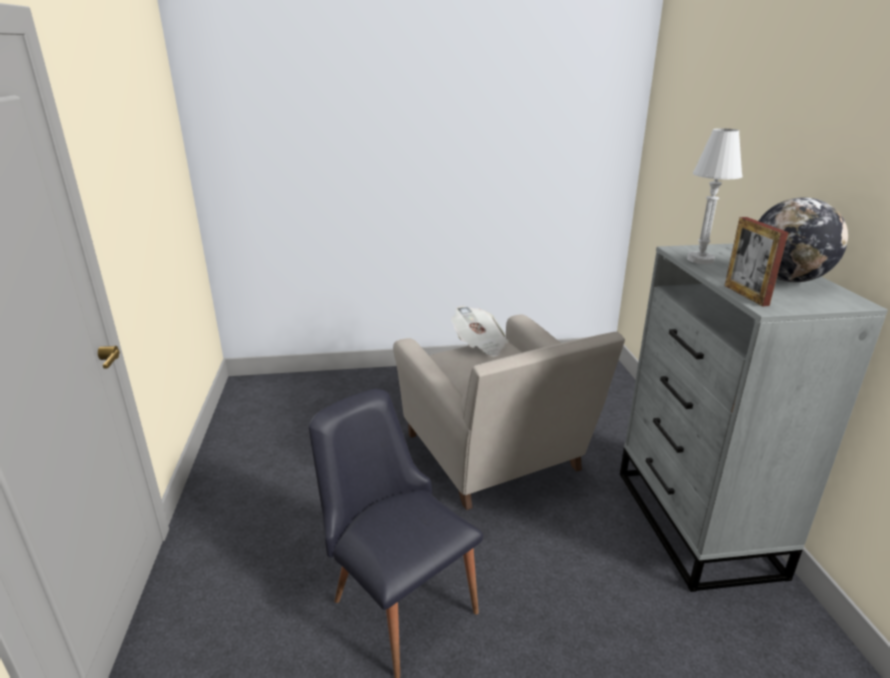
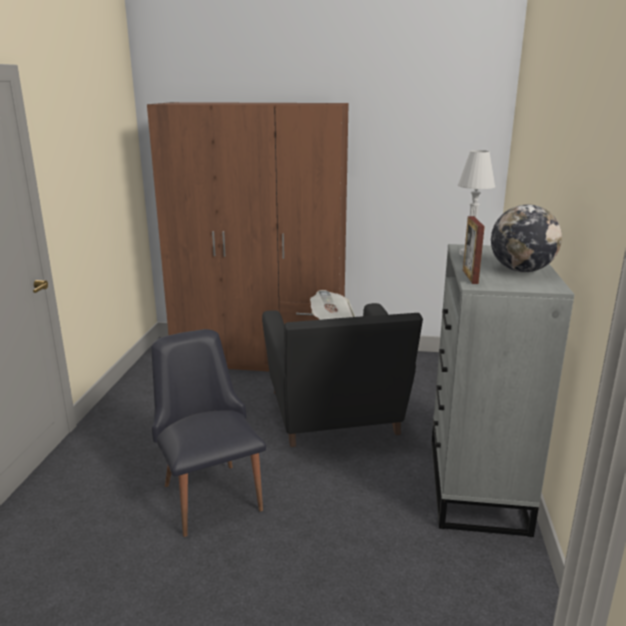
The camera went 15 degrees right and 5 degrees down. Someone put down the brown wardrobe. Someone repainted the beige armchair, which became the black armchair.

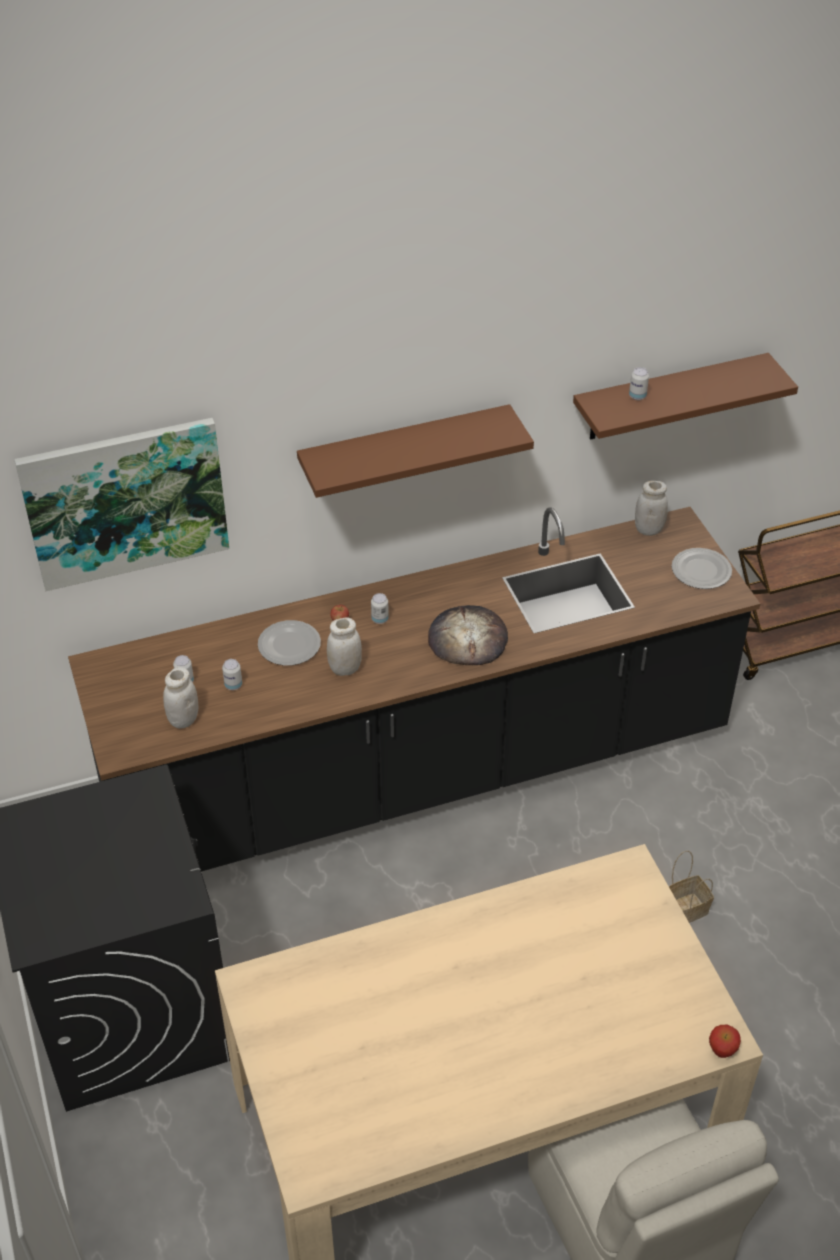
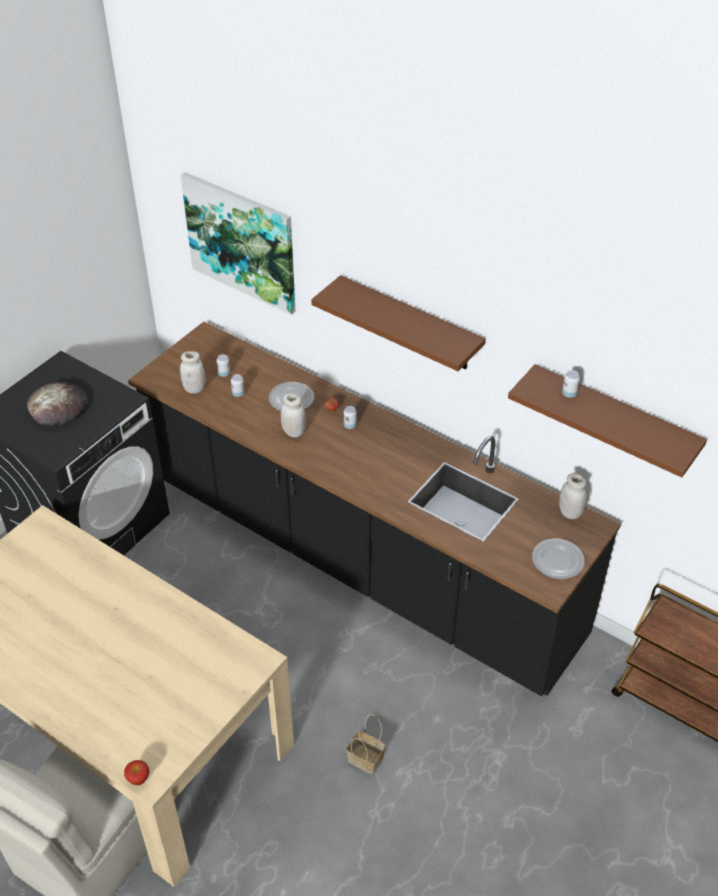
The camera went 55 degrees right and 0 degrees up. Someone carried the bread.

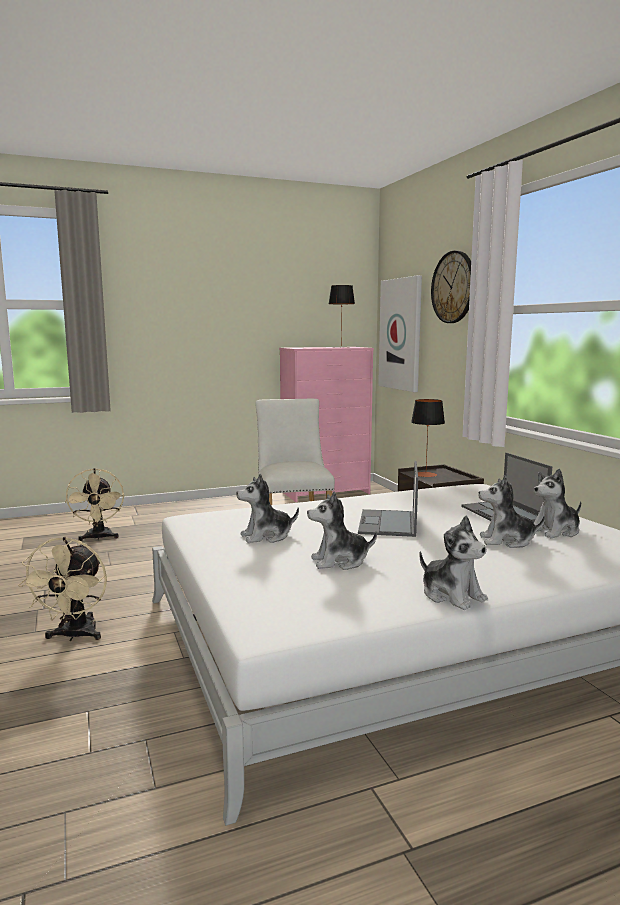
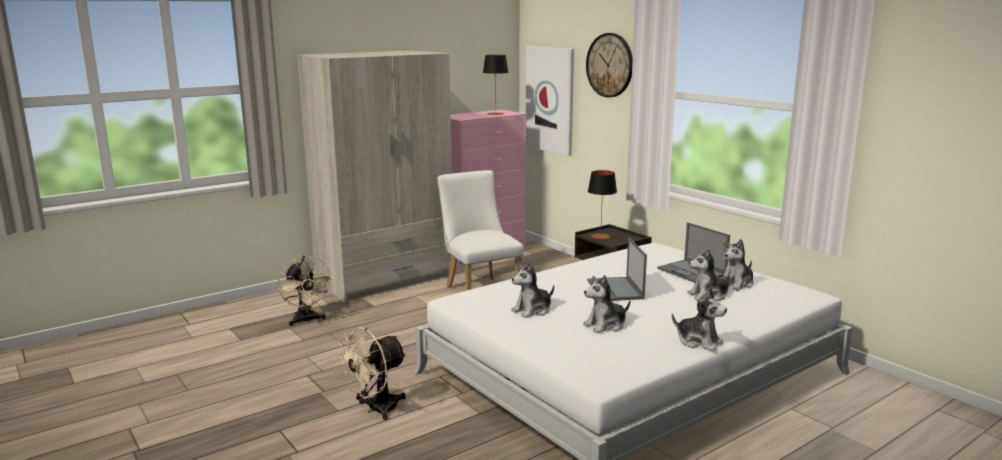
The camera went 15 degrees left and 5 degrees up. Someone put down the beige wardrobe. Someone rotated the beige fan (1st from left in the first image) by 60 degrees clockwise.

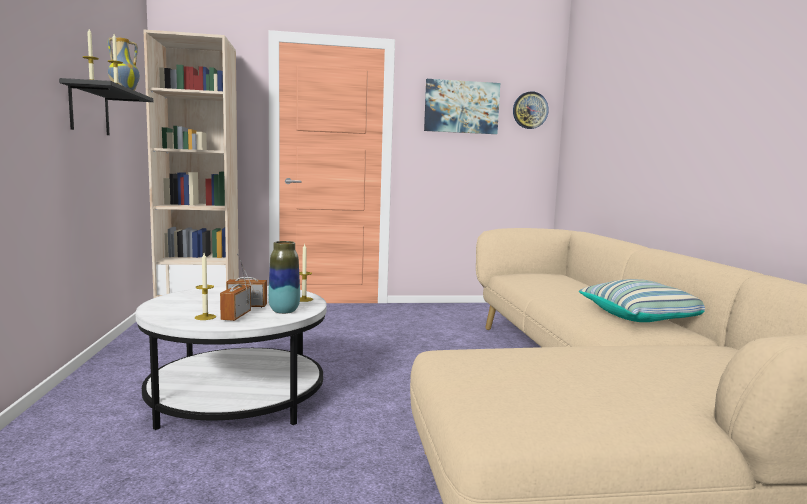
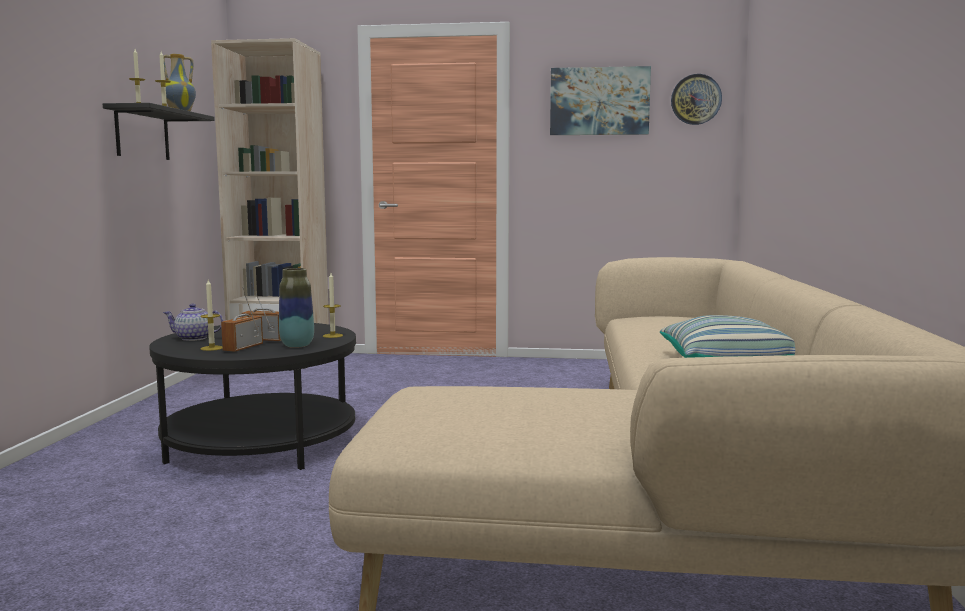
The camera went 15 degrees right and 0 degrees up. Someone put down the teapot. Someone repainted the white coffee table, which became the black coffee table.

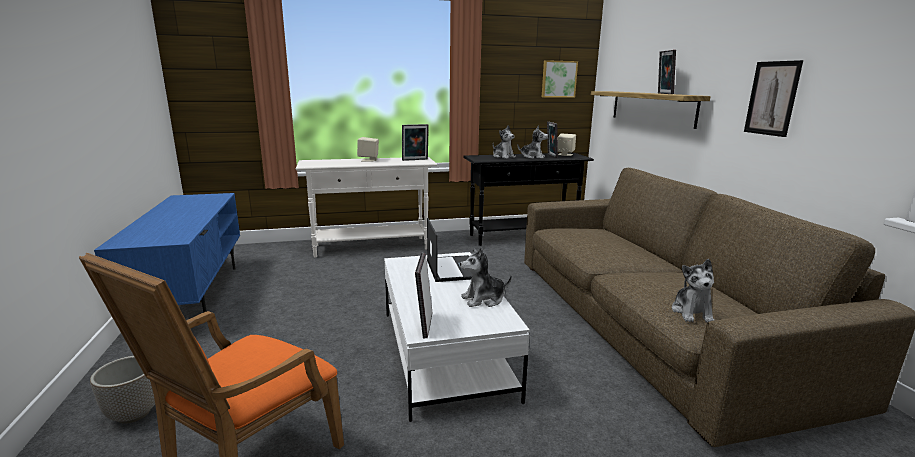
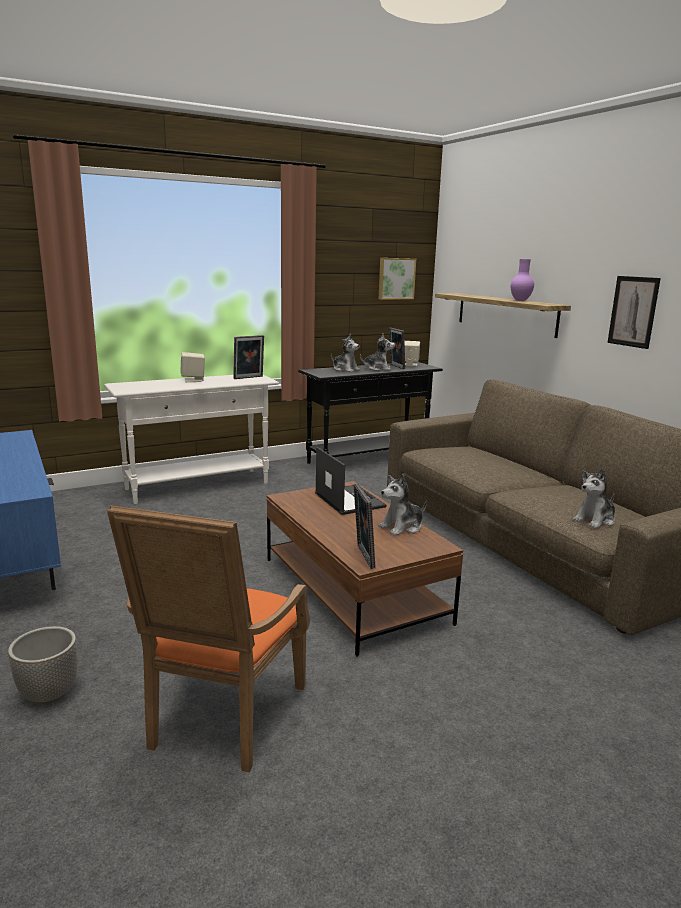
The camera went 15 degrees left and 0 degrees up. Someone swapped the picture frame (4th from left) for the purple vase. Someone repainted the white coffee table, which became the brown coffee table. Someone rotated the plush toy (4th from left) by 60 degrees clockwise.

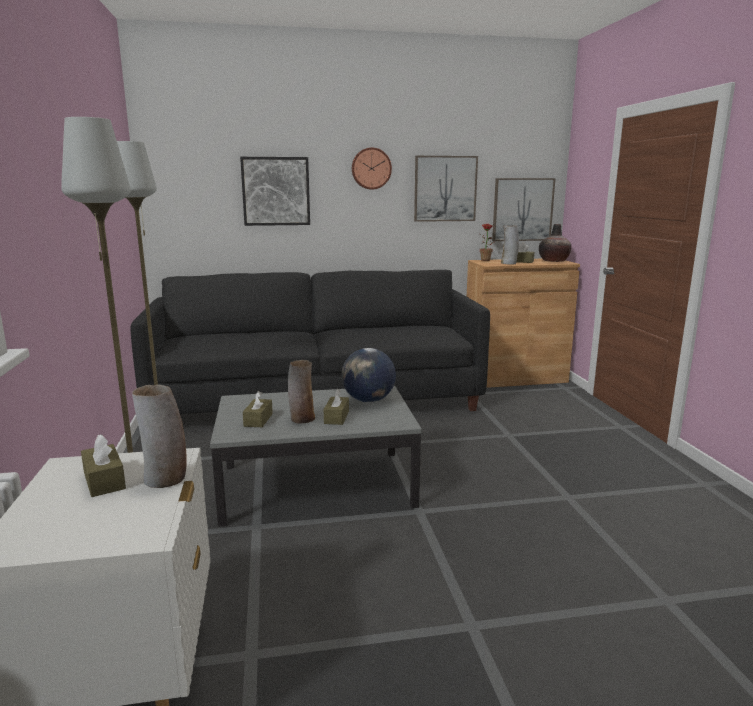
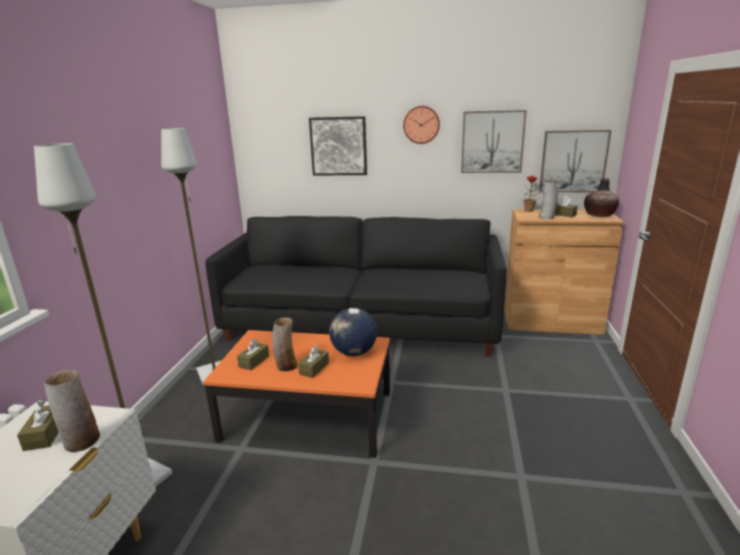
The camera went 20 degrees right and 5 degrees up. Someone repainted the grey coffee table, which became the orange coffee table.

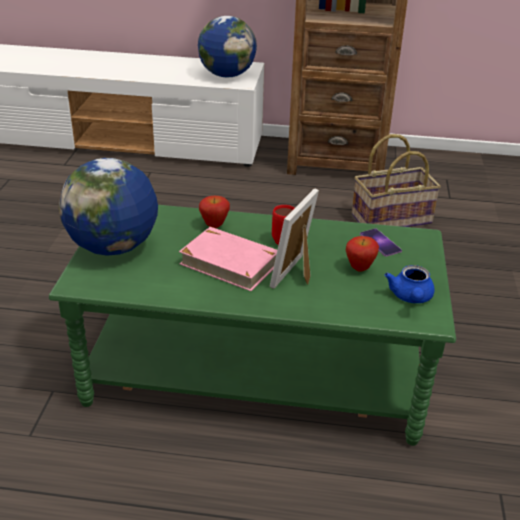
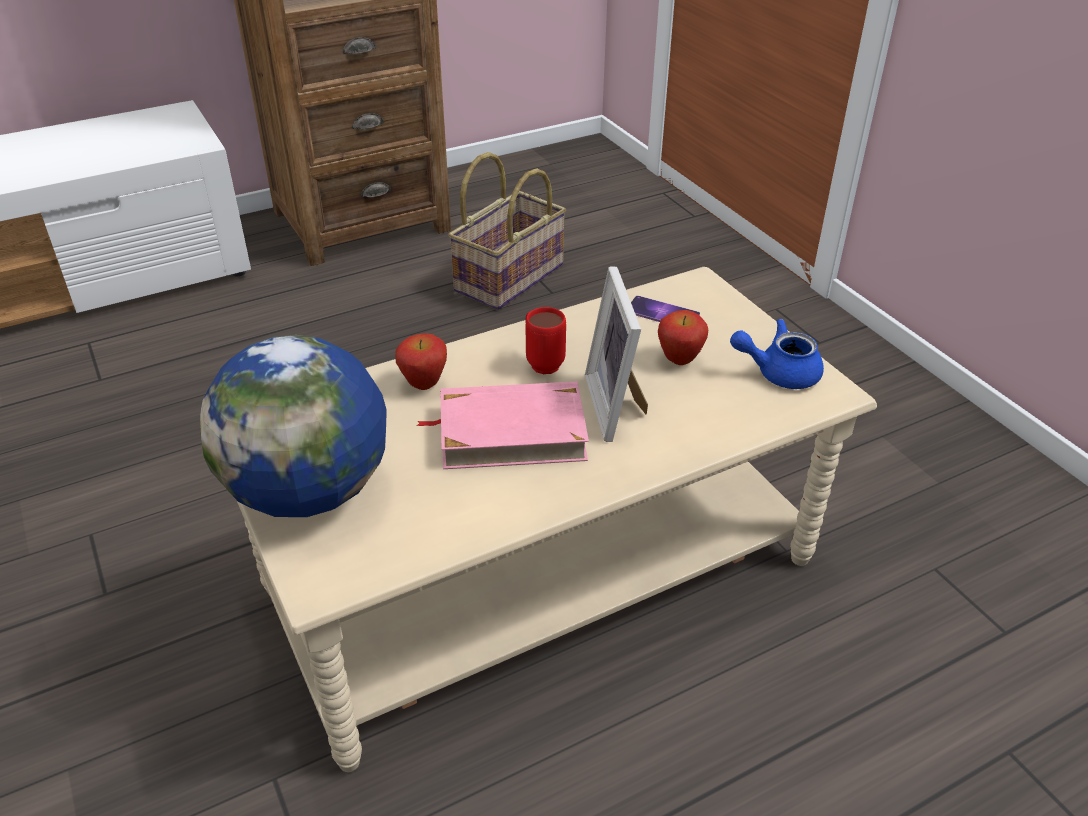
The camera went 35 degrees left and 5 degrees up. Someone took away the globe (2nd from left). Someone repainted the green coffee table, which became the beige coffee table. Someone rotated the blue teapot by 120 degrees clockwise.

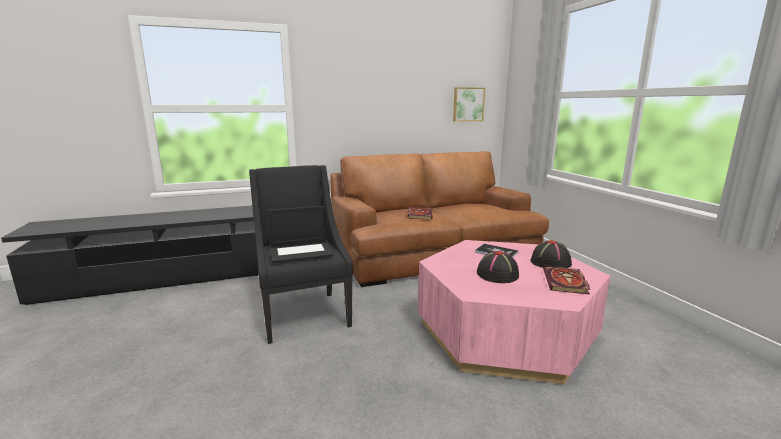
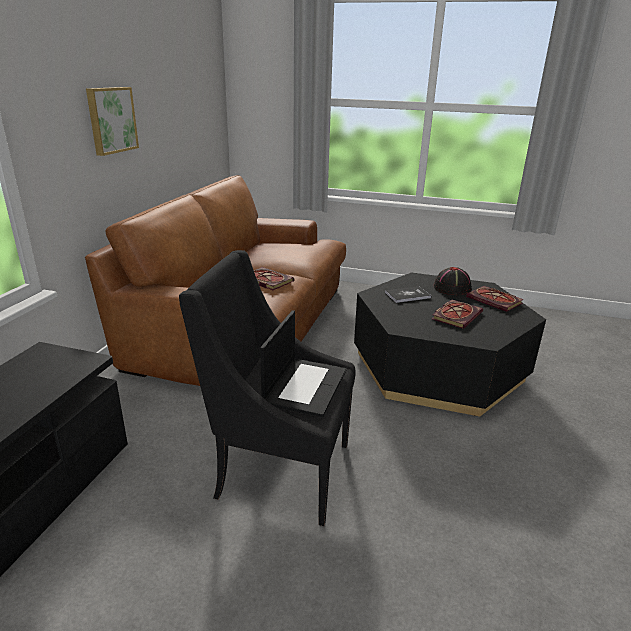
The camera went 55 degrees left and 10 degrees up. Someone carried the picture. Someone swapped the black hat (1st from left) for the book (3rd from left). Someone repainted the pink coffee table, which became the black coffee table.

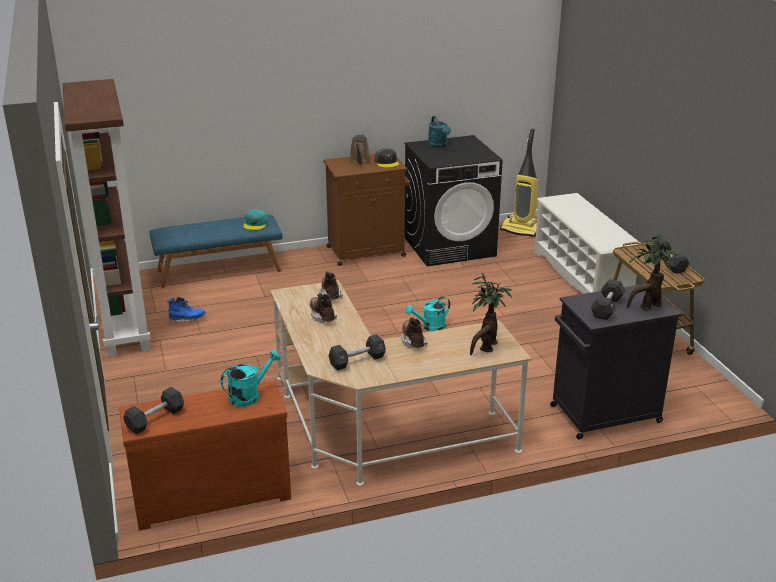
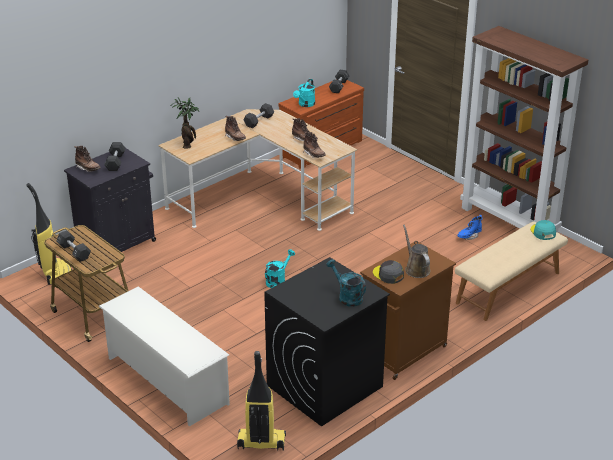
The camera went 155 degrees right and 5 degrees up. Someone put down the vacuum cleaner (1st from left). Someone carried the turquoise cap. Someone swapped the potted plant (2nd from left) for the brown boot (1st from left). Someone repainted the blue bench, which became the beige bench.

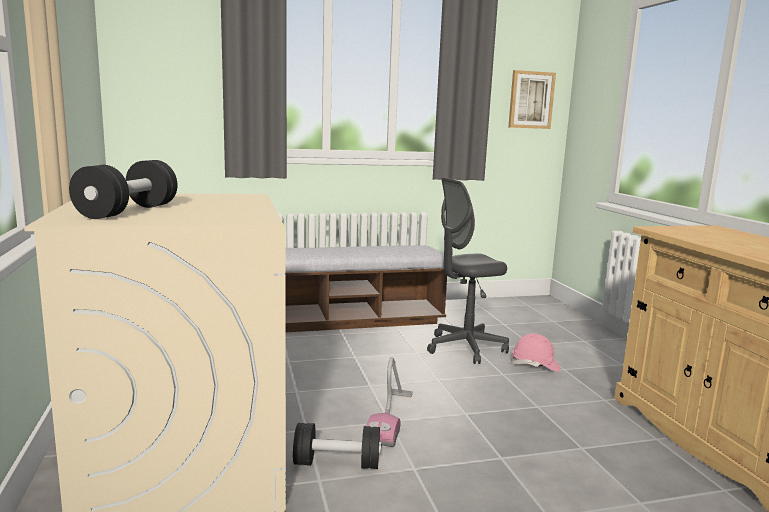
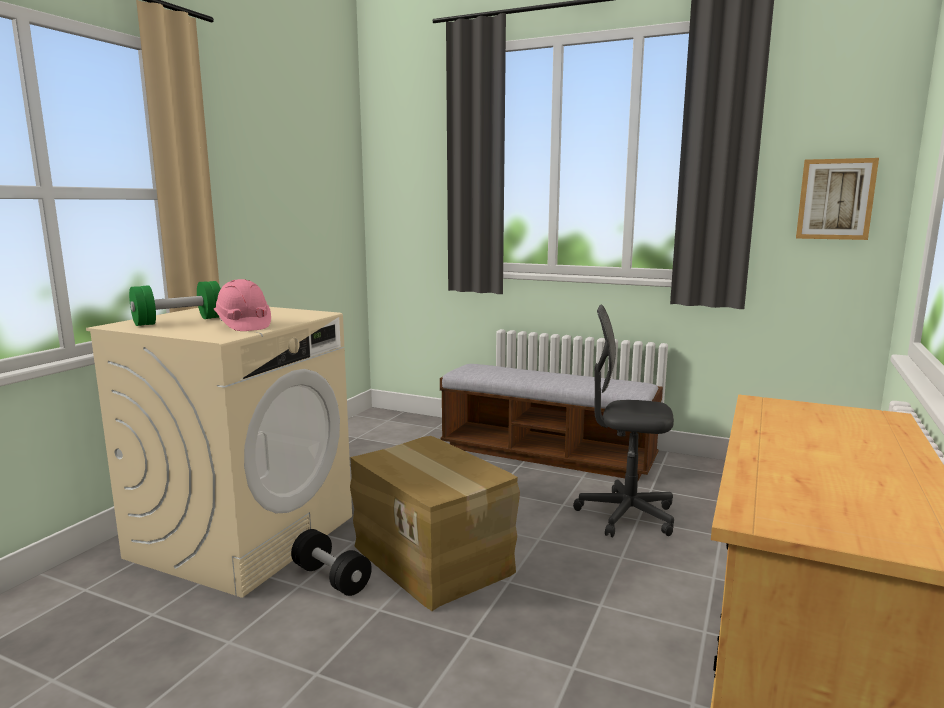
The camera went 40 degrees right and 0 degrees up. Someone carried the pink hard hat. Someone swapped the vacuum cleaner for the cardboard box. Someone repainted the black dumbbell (1st from left), which became the green dumbbell.

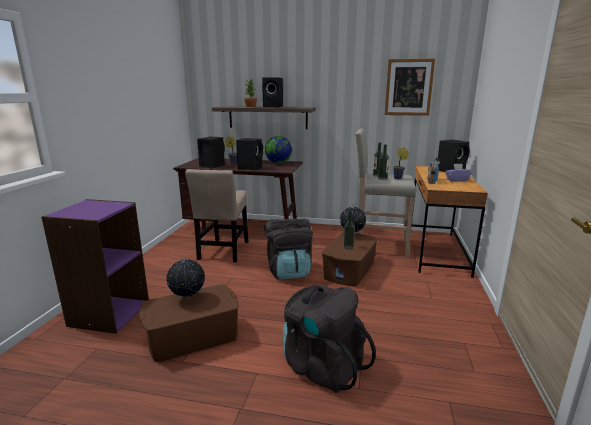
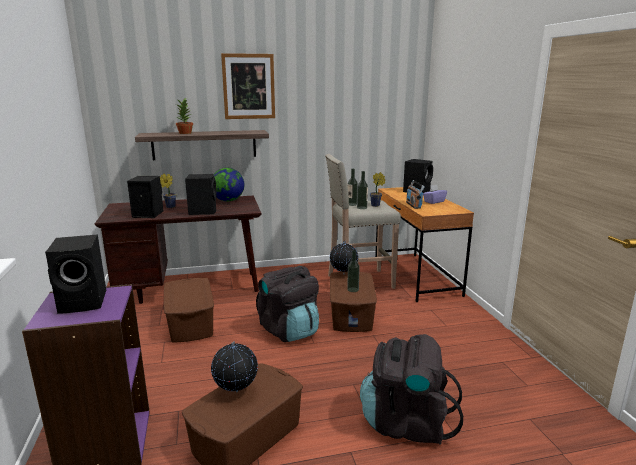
The camera went 25 degrees left and 0 degrees up. Someone carried the black speaker (3rd from left in the first image). Someone carried the picture. Someone swapped the beige chair for the brown storage box (1st from left).

